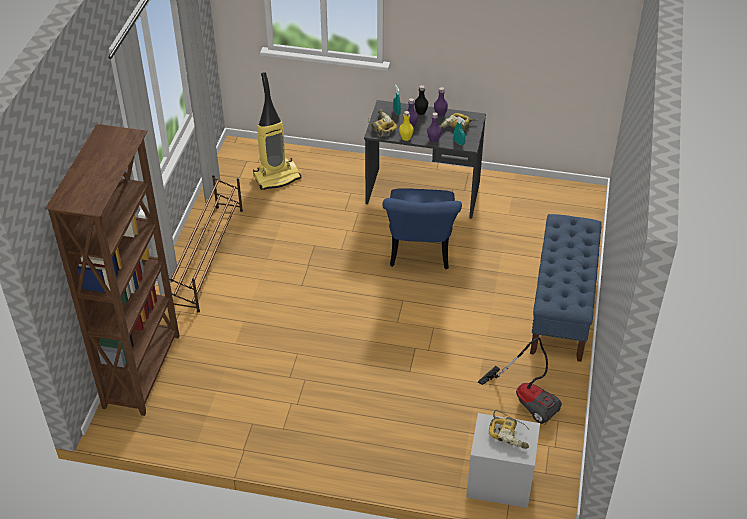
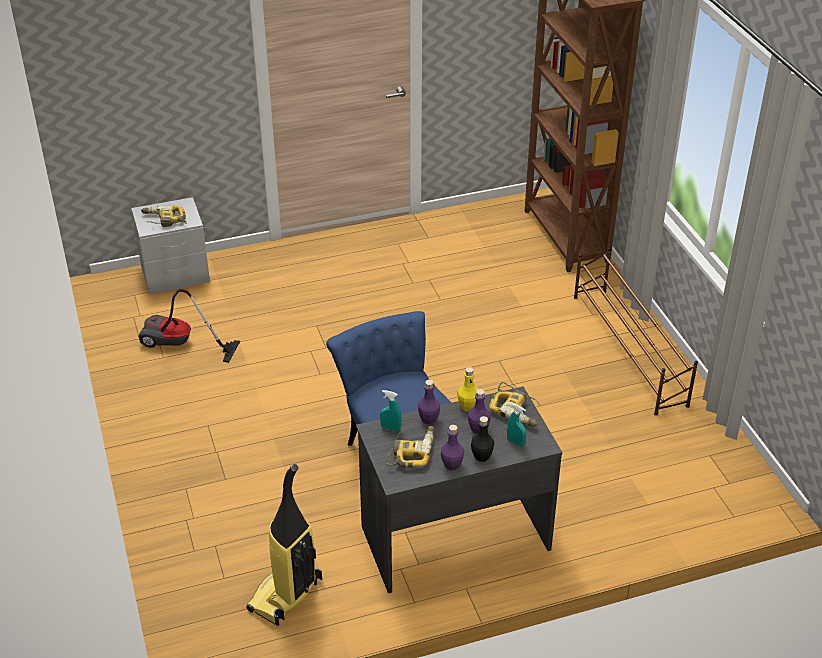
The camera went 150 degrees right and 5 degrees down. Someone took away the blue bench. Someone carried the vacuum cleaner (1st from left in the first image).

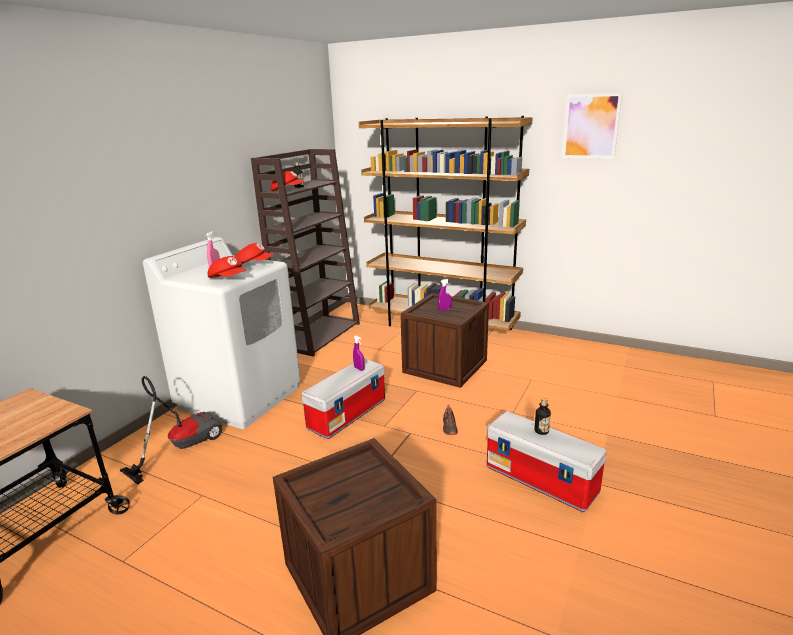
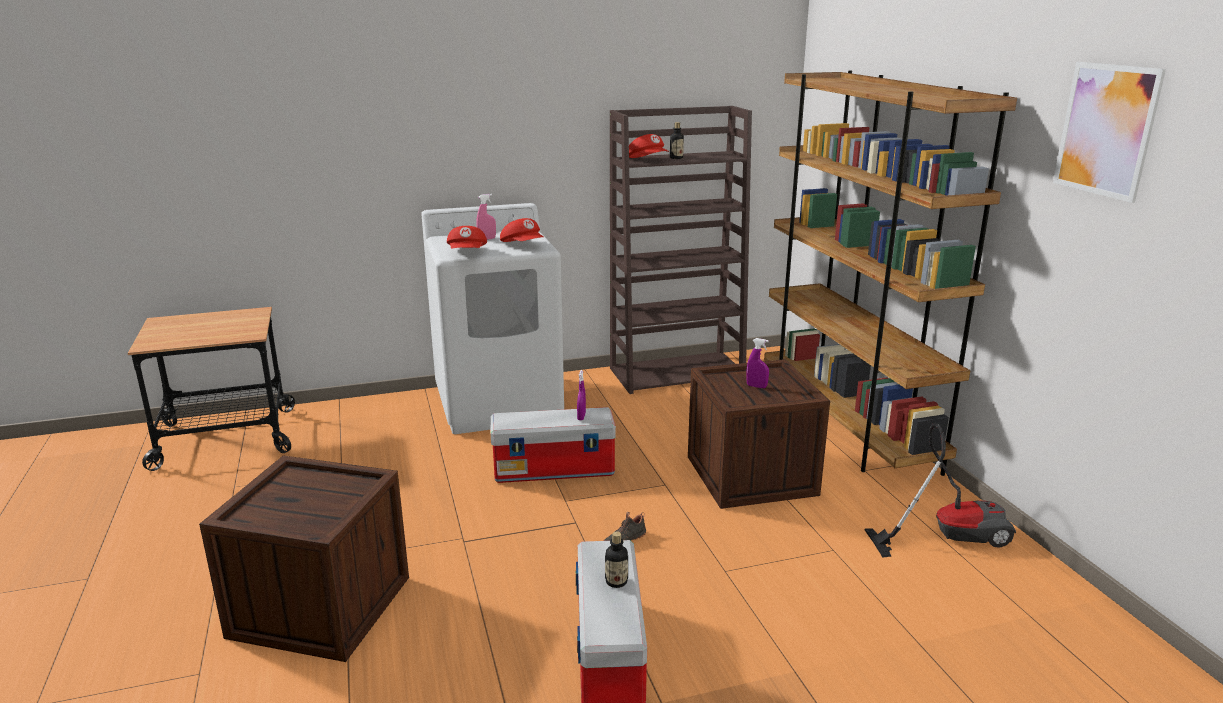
The camera went 45 degrees right and 0 degrees up. Someone carried the vacuum cleaner.

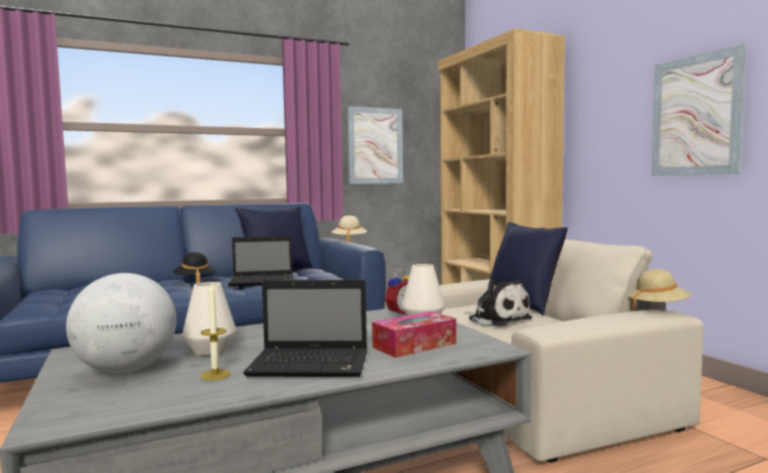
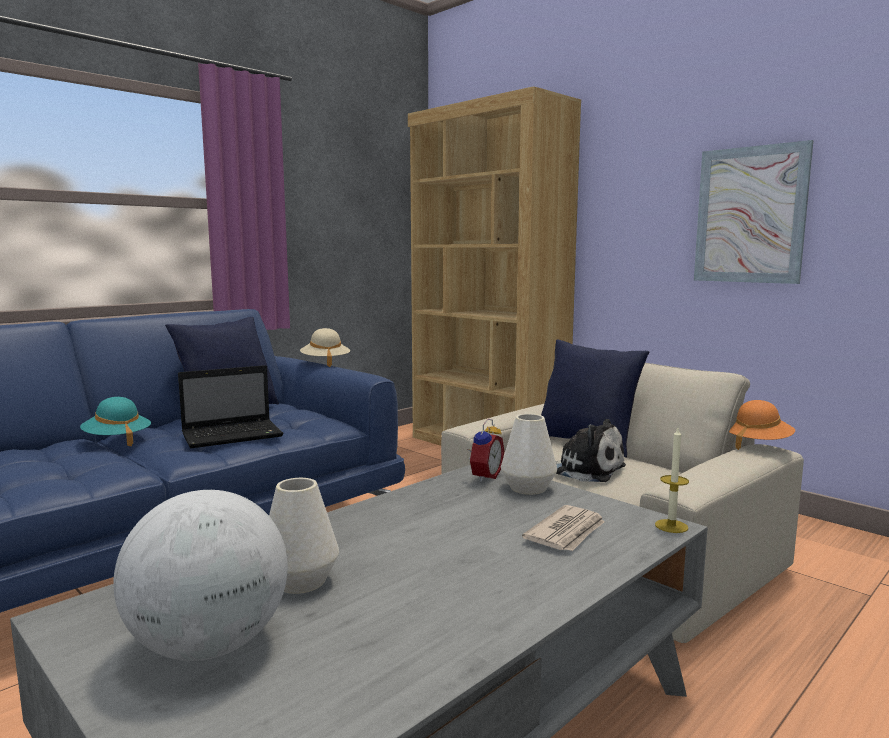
The camera went 20 degrees left and 5 degrees up. Someone took away the laptop (2nd from left). Someone took away the picture (1st from left). Someone carried the candle. Someone swapped the tissue box for the newspaper. Someone repainted the black hat, which became the turquoise hat. Someone repainted the beige hat (2nd from left), which became the orange hat.

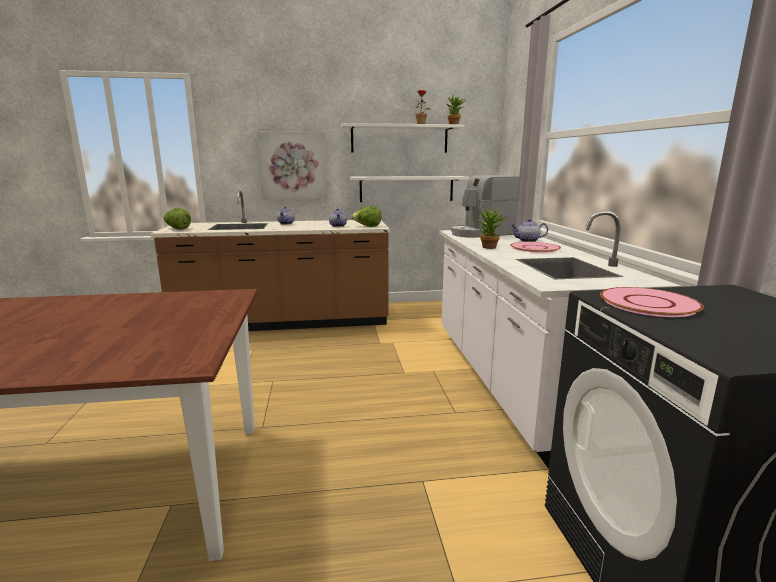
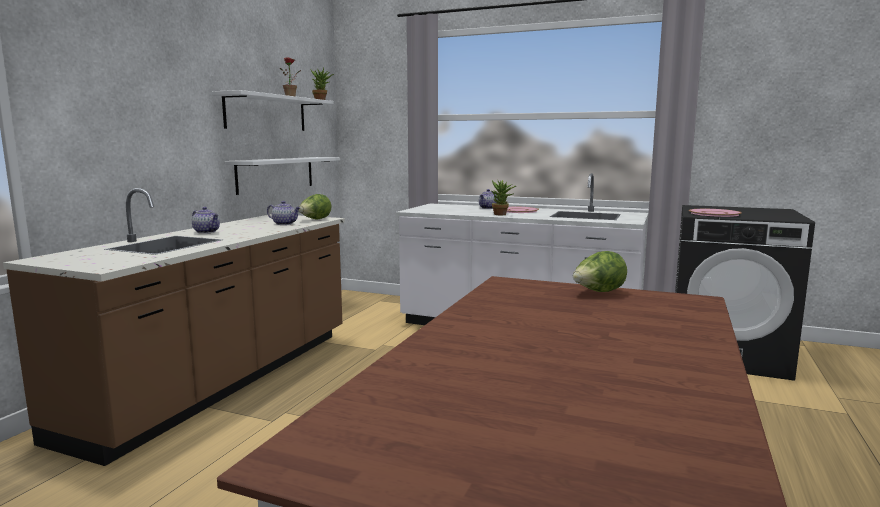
The camera went 60 degrees left and 5 degrees down. Someone took away the picture. Someone took away the coffee machine. Someone carried the lettuce (1st from left in the first image).

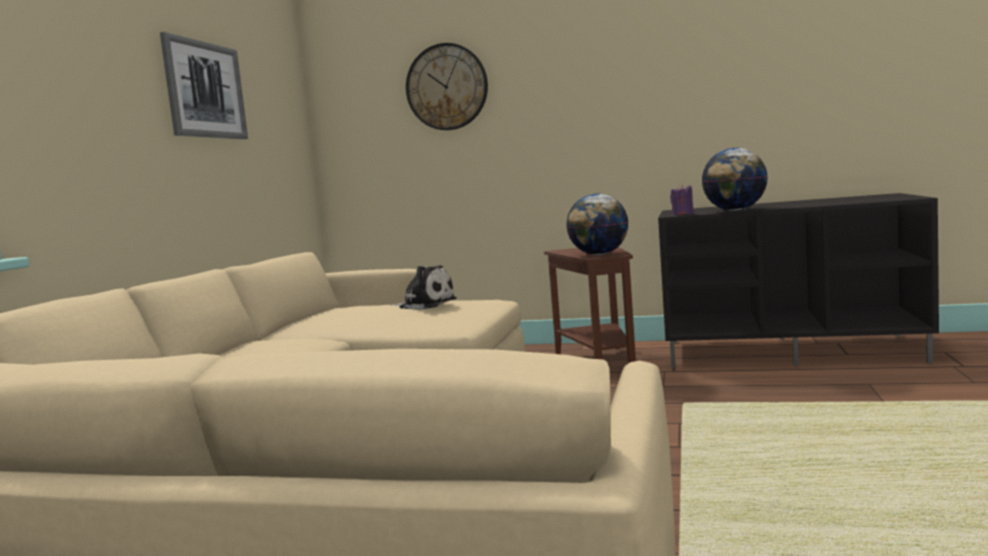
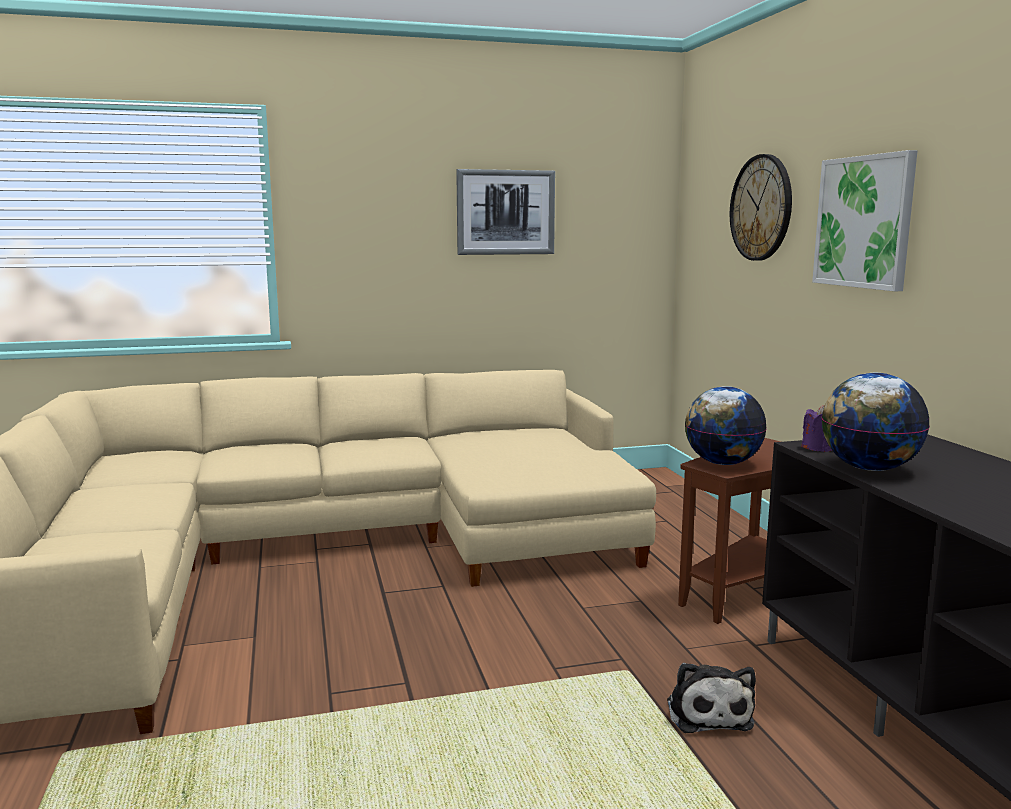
The camera went 60 degrees right and 5 degrees up. Someone put up the picture (2nd from left). Someone carried the plush toy.

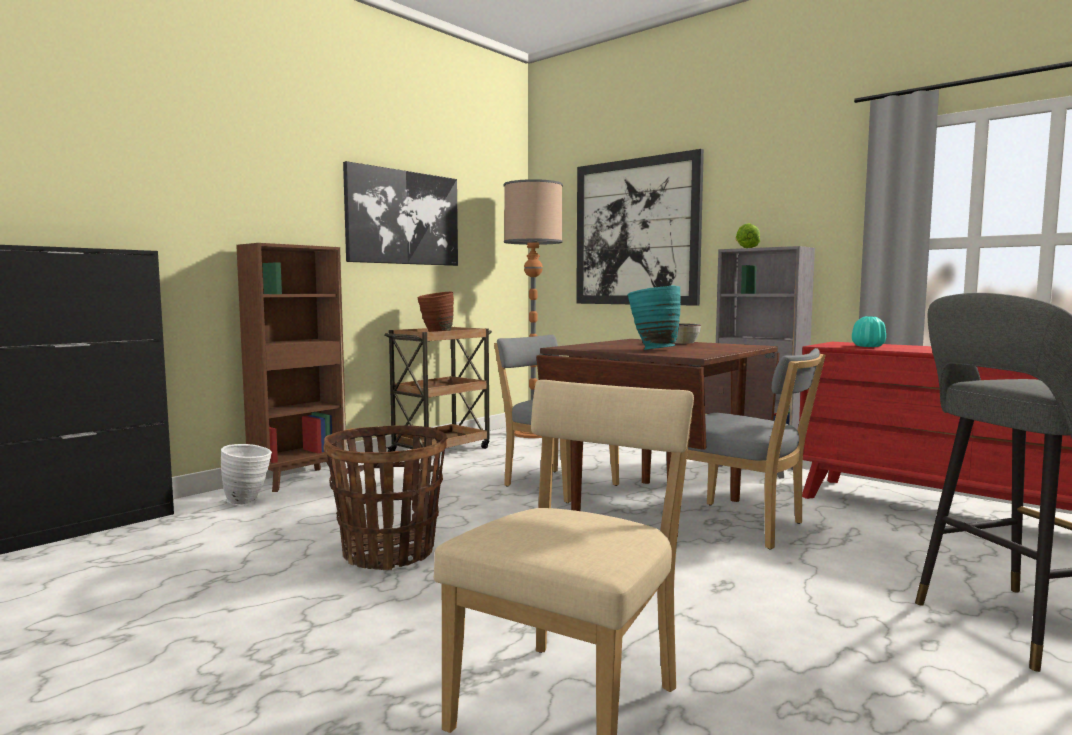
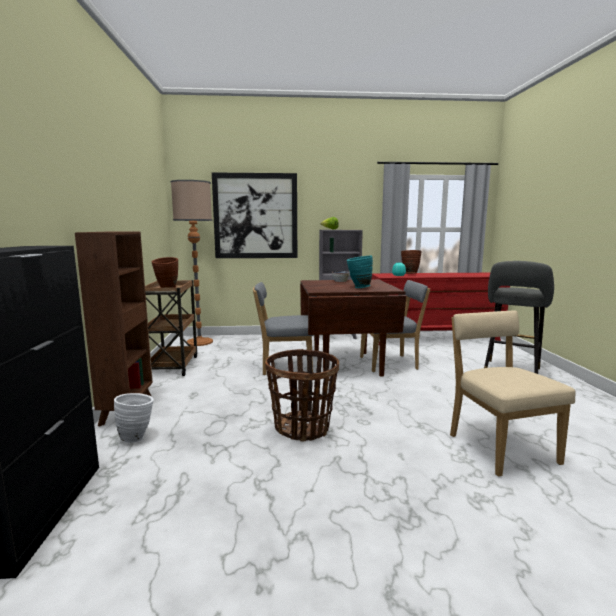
The camera went 45 degrees left and 5 degrees up. Someone took away the picture (1st from left). Someone put down the brown vase (2nd from left).

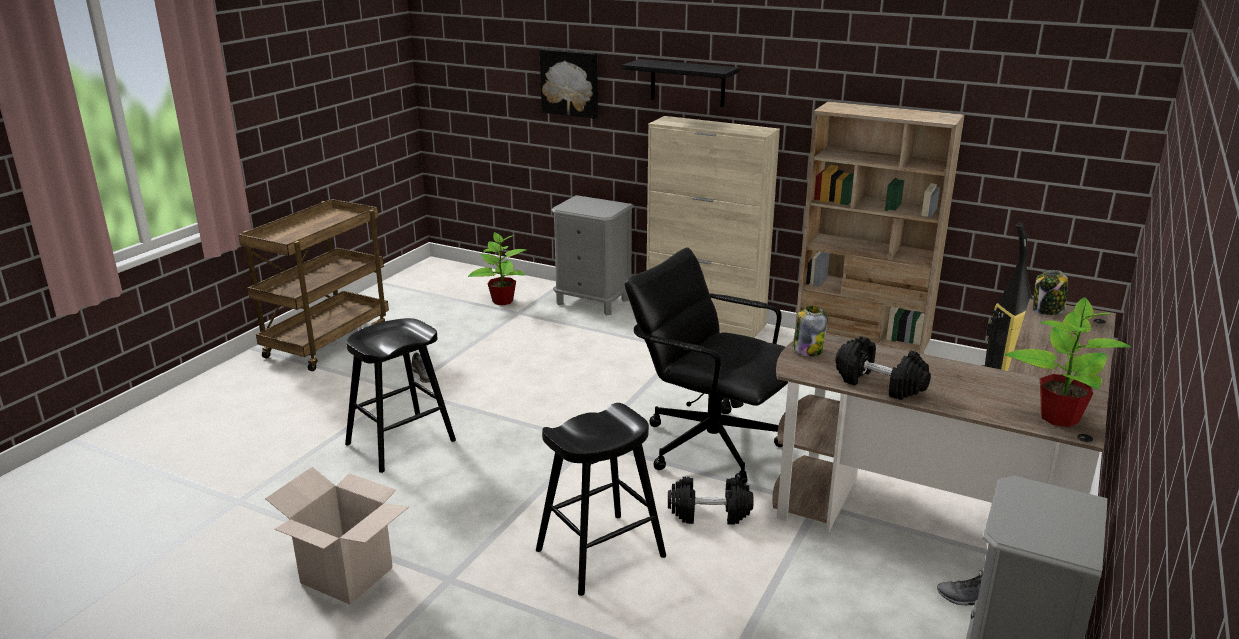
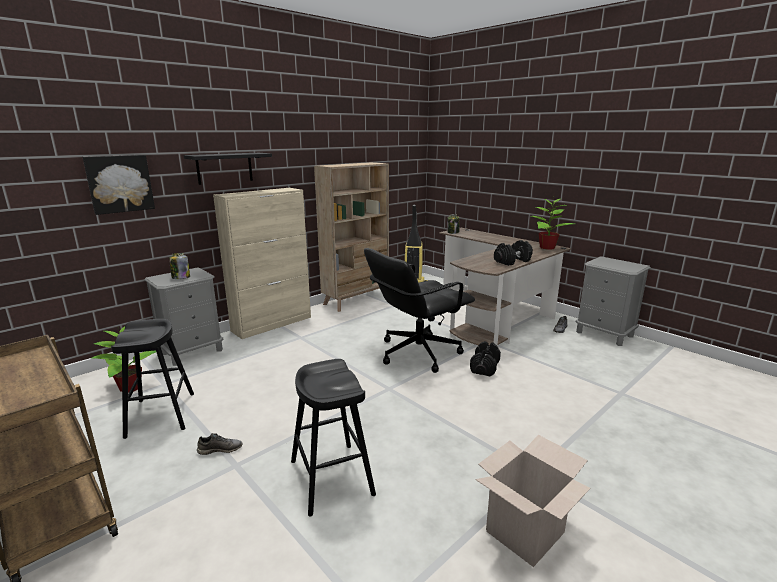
The camera went 70 degrees left and 5 degrees down. Someone carried the black stool (2nd from left in the first image). Someone carried the jar (1st from left).

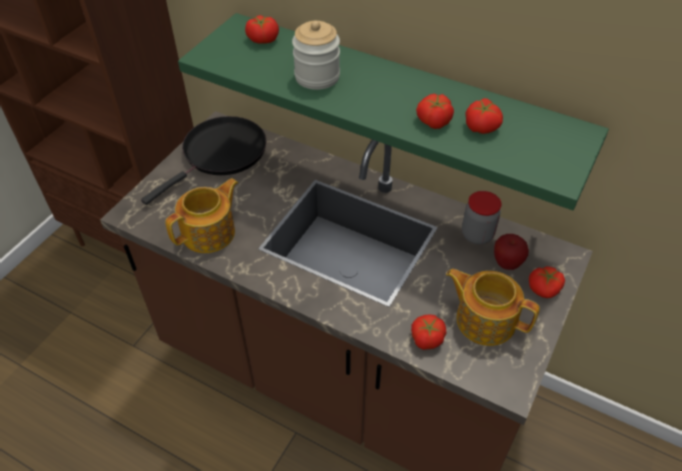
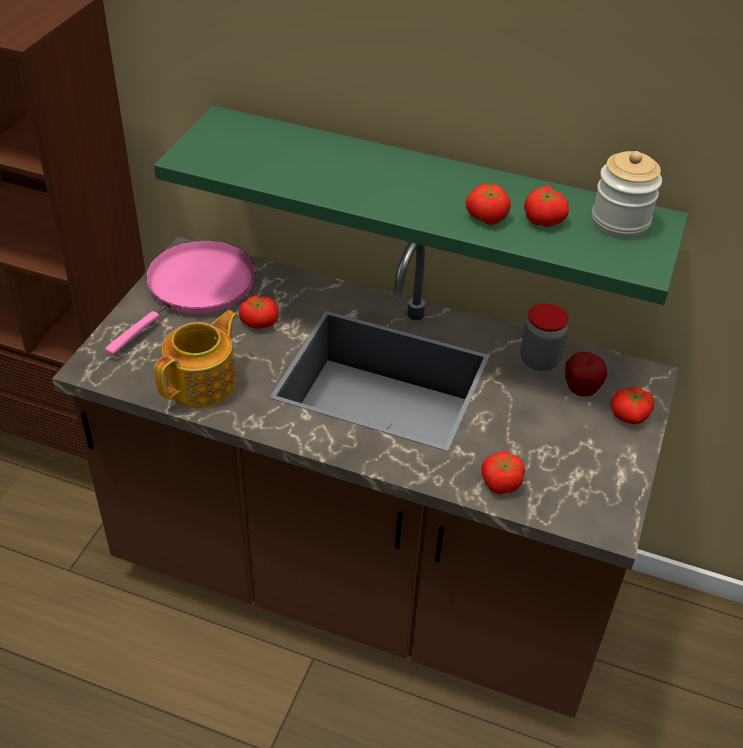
The camera went 10 degrees left and 5 degrees down. Someone took away the teapot (2nd from left). Someone carried the tomato (1st from left). Someone carried the jar (1st from left in the first image). Someone repainted the black frying pan, which became the pink frying pan.

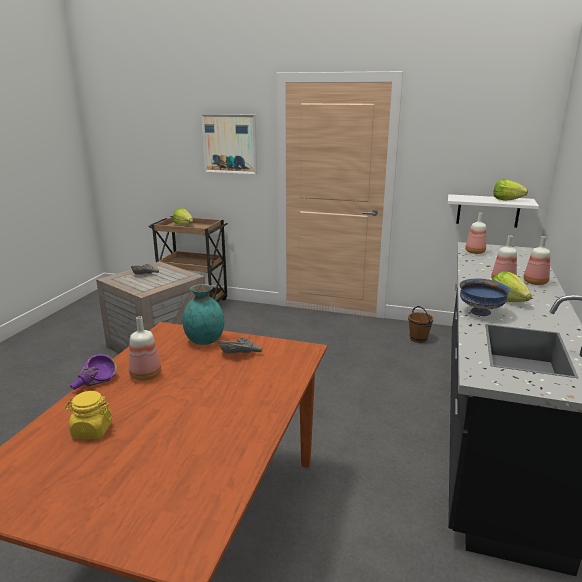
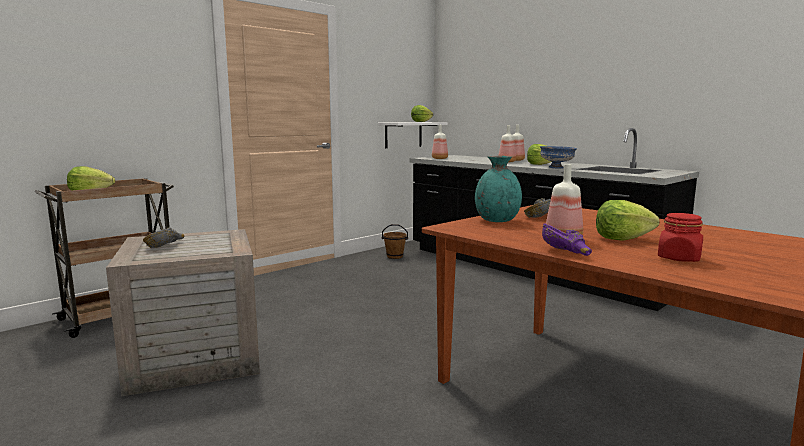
The camera went 60 degrees left and 10 degrees down. Someone took away the picture. Someone put down the lettuce (4th from left). Someone repainted the yellow jar, which became the red jar.

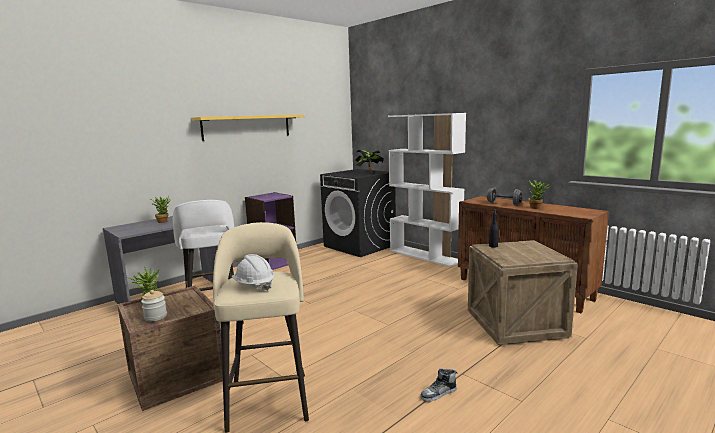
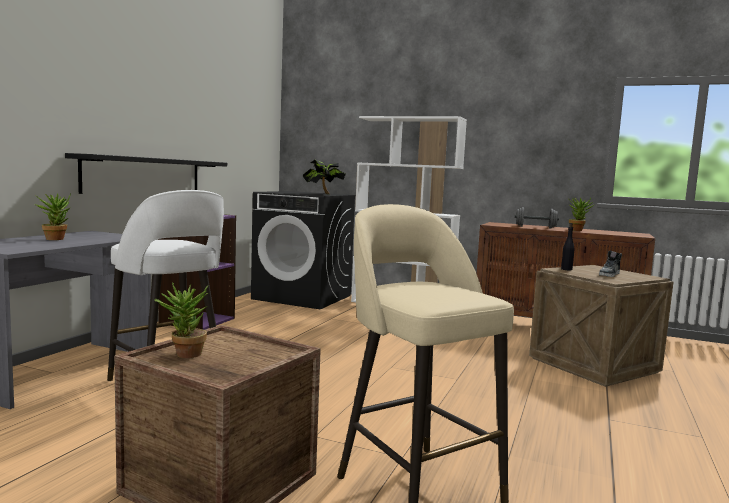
The camera went 25 degrees left and 5 degrees down. Someone took away the jar. Someone took away the yellow shelf. Someone took away the white hard hat. Someone put up the black shelf. Someone carried the shoe.

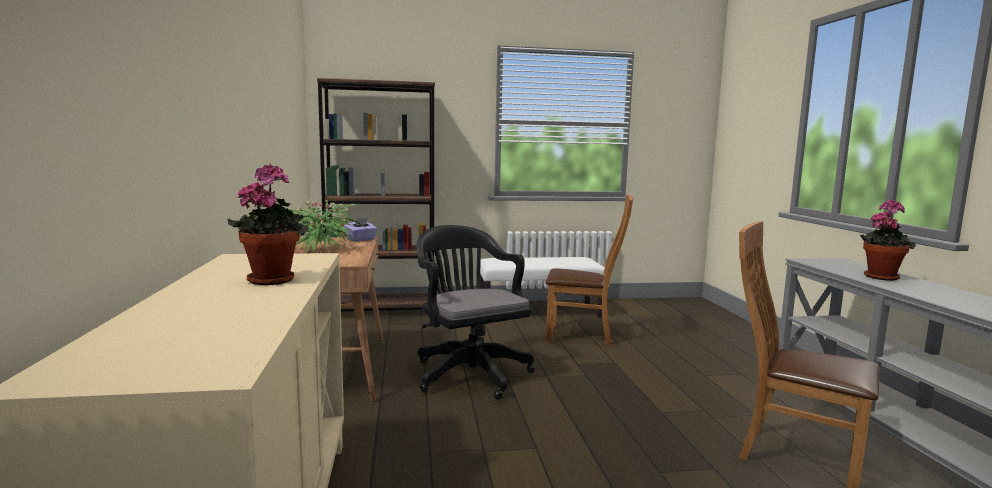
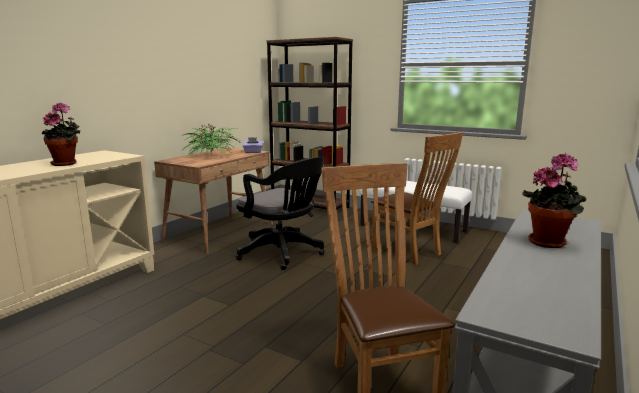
The camera went 40 degrees right and 5 degrees up. Someone rotated the black office chair by 120 degrees clockwise.

